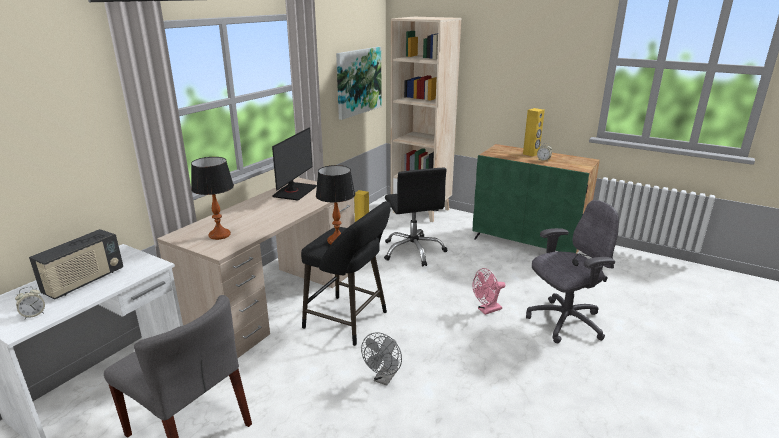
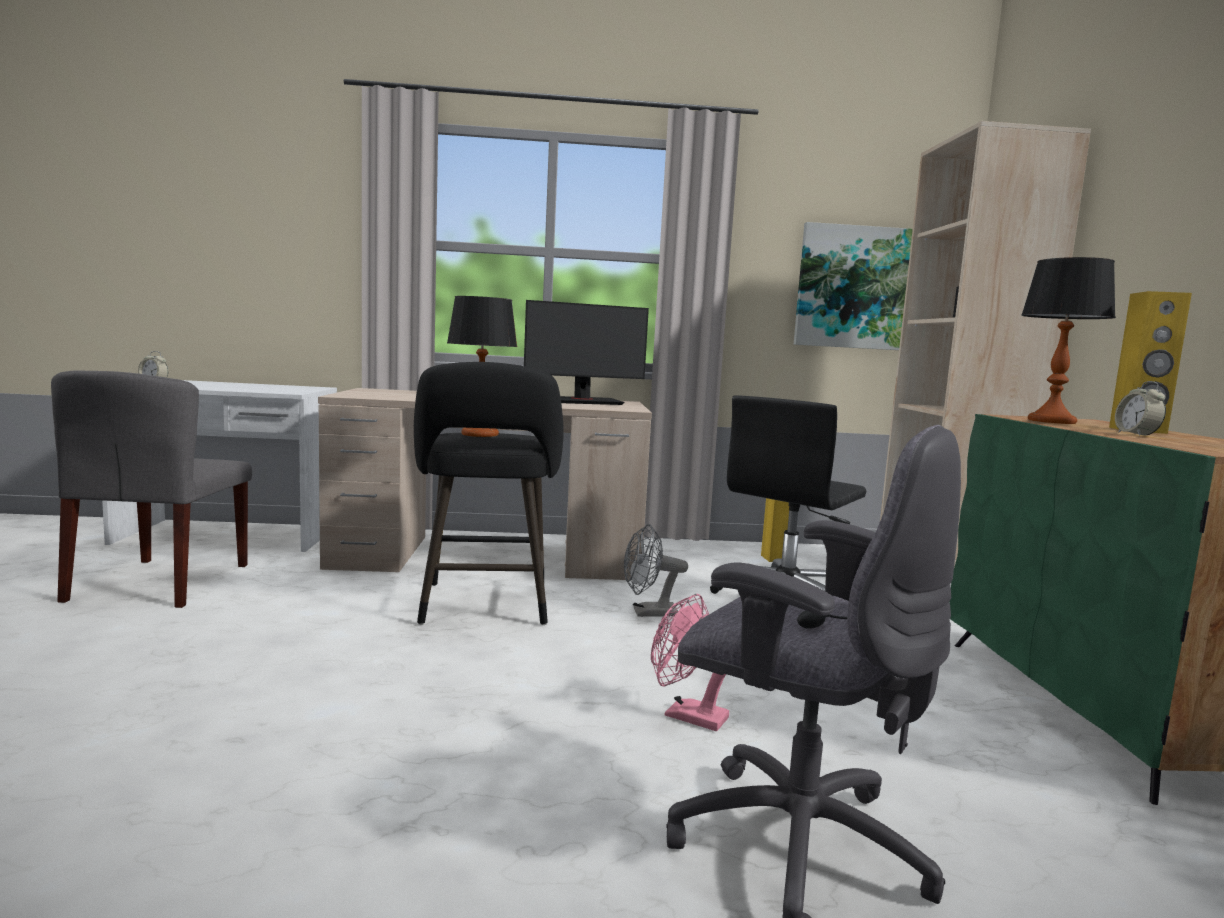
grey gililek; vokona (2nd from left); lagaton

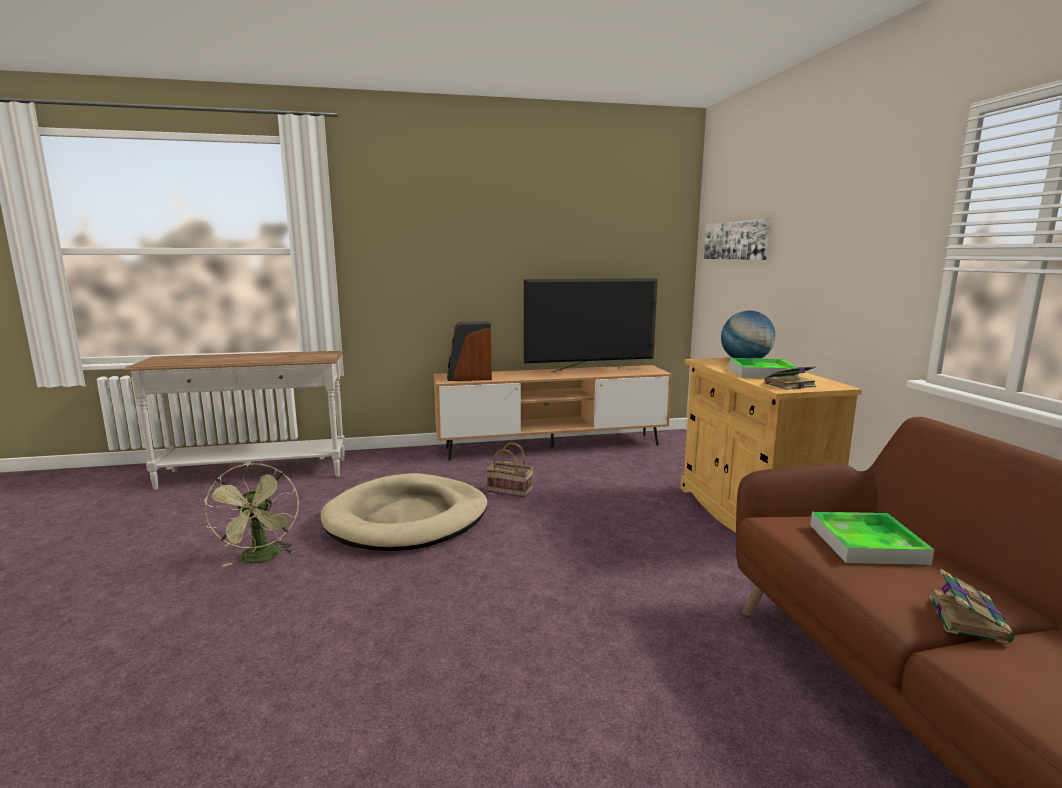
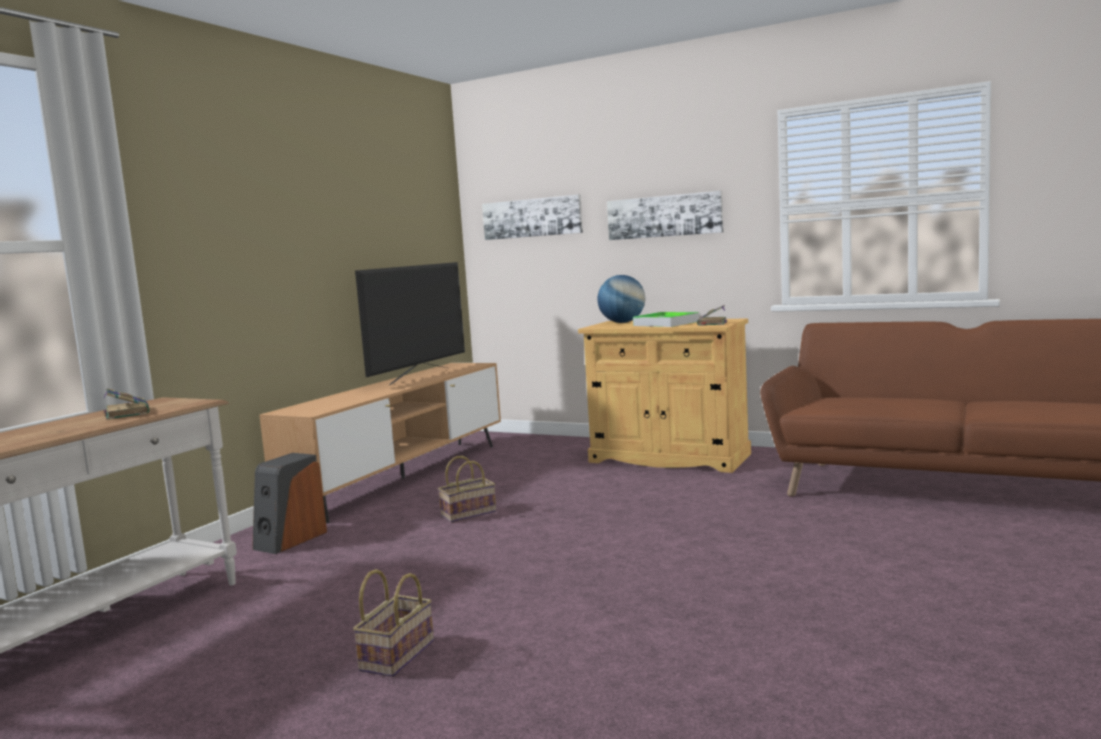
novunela (1st from left); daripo; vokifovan (1st from left); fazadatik (2nd from left); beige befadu; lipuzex (2nd from left in the first image)

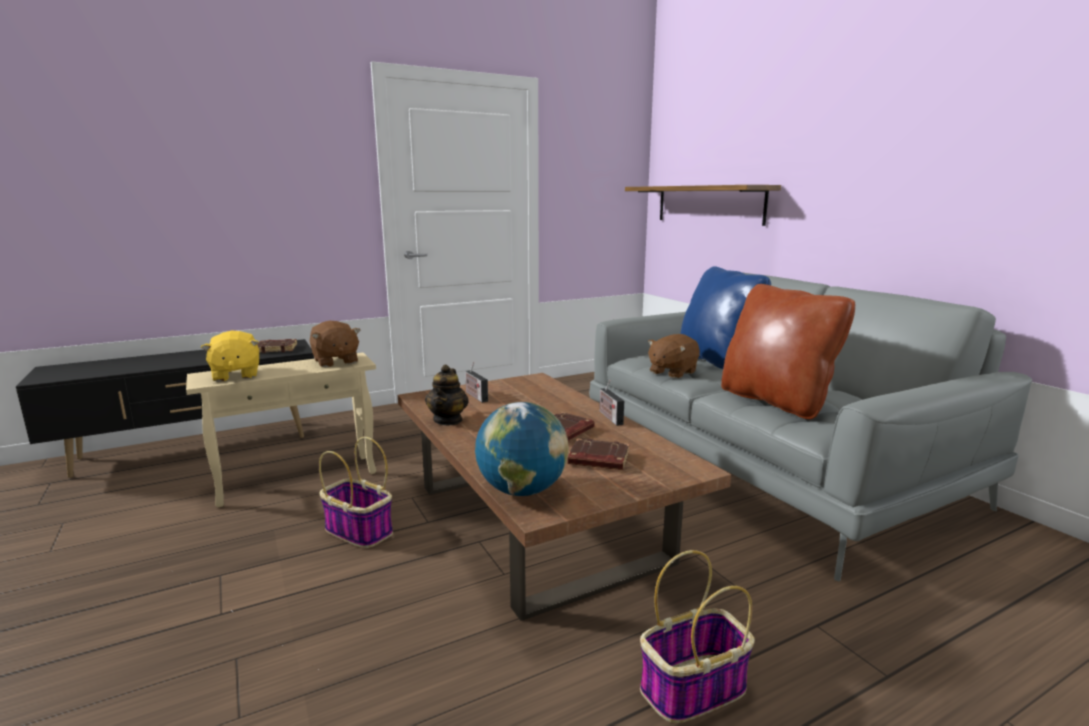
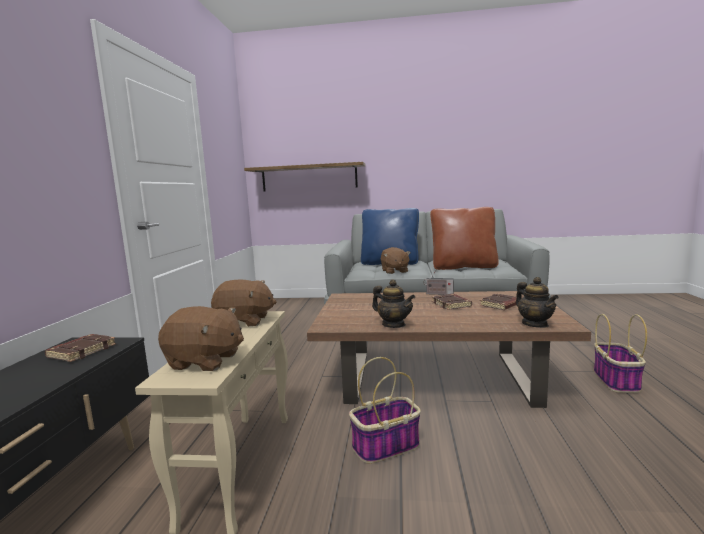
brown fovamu (1st from left); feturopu (2nd from left); lagaton (1st from left in the first image)

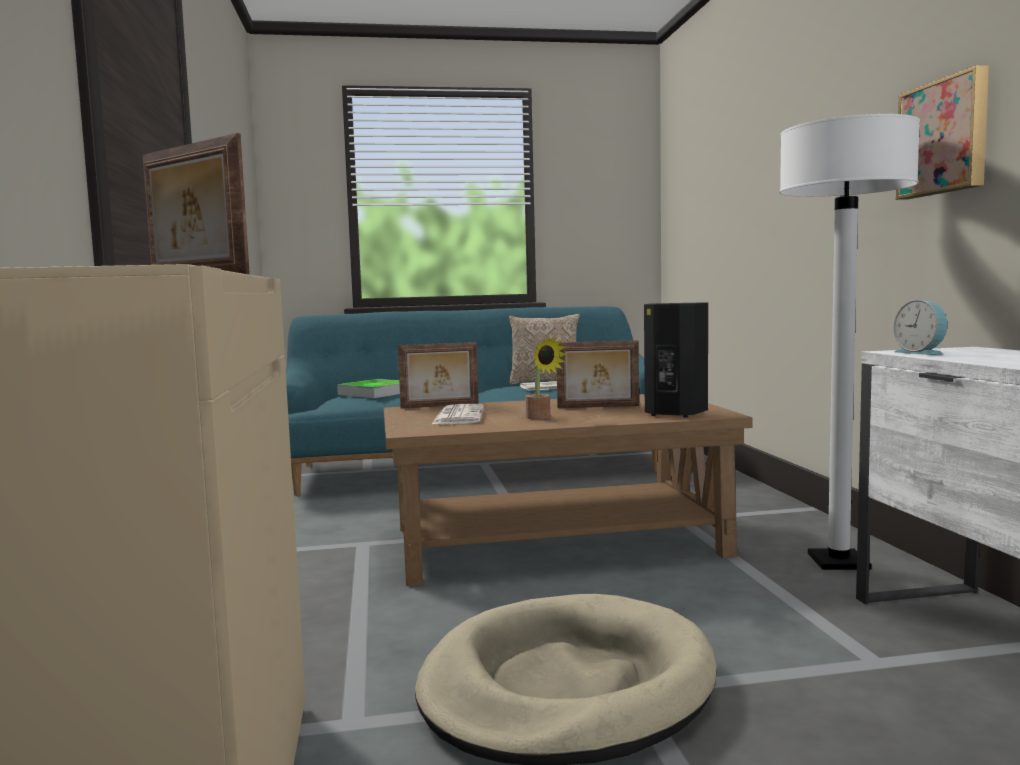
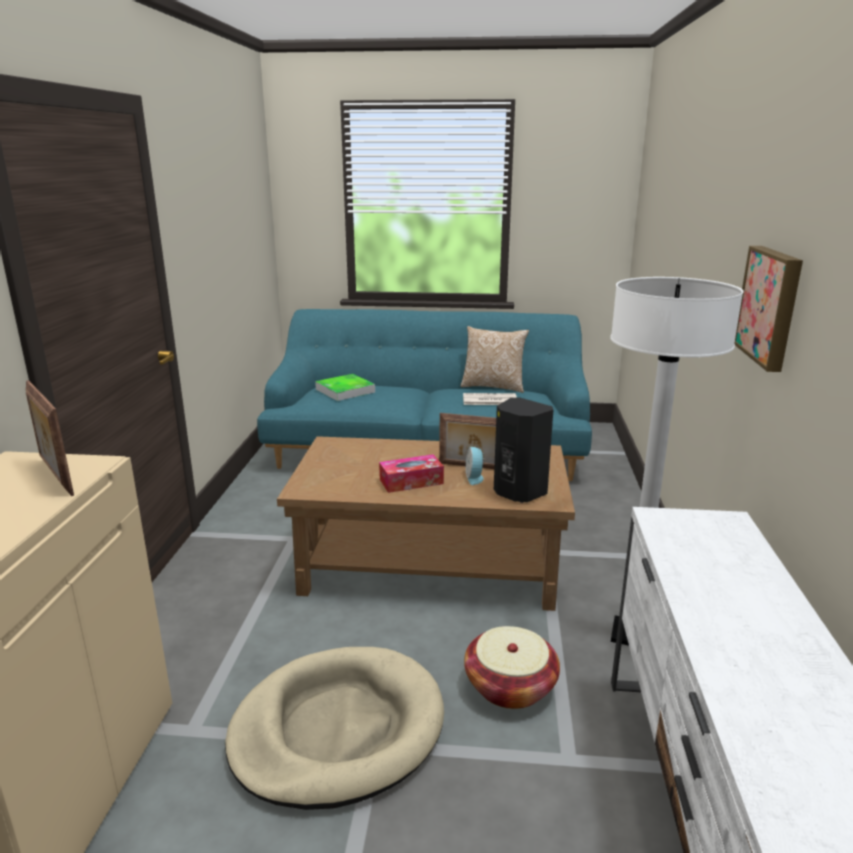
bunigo; vokifovan; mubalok; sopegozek (2nd from left in the first image); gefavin (1st from left in the first image)

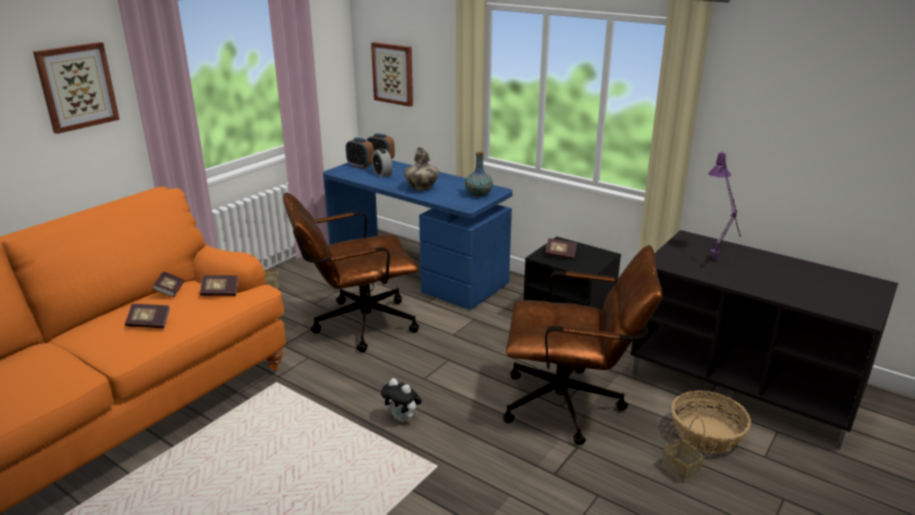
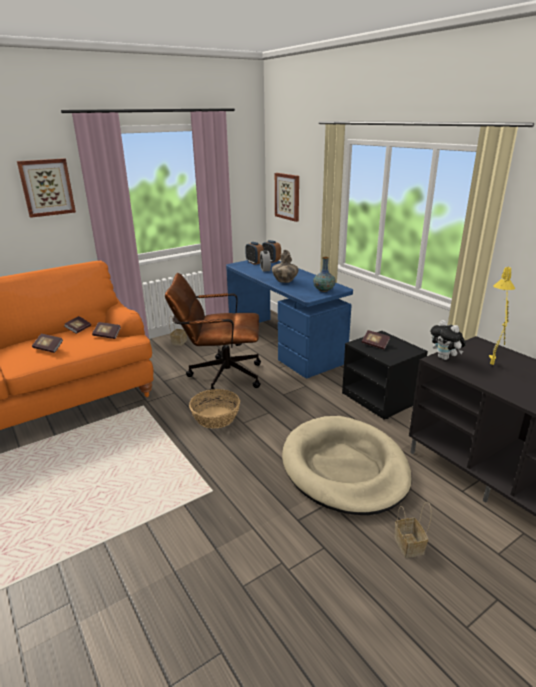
vokifovan (2nd from left); beige befadu; fovamu; yellow vokona

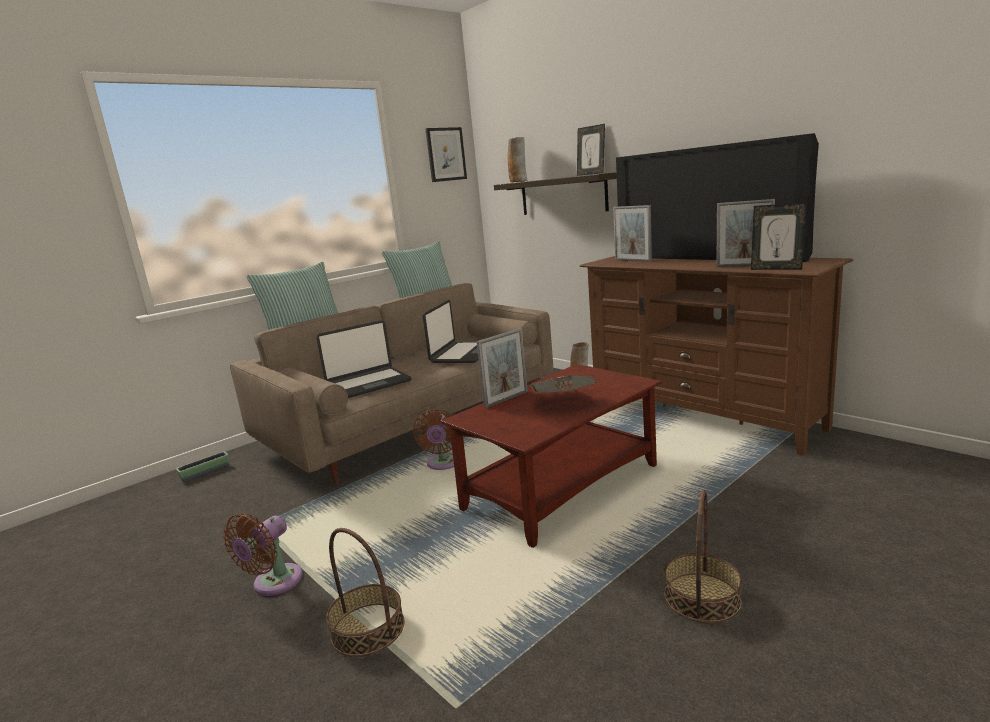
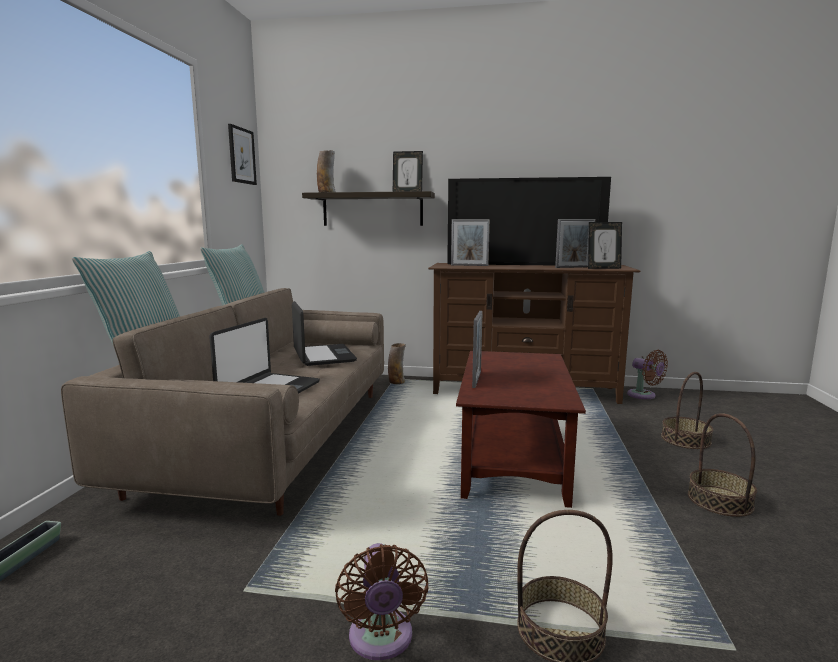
brown gililek (2nd from left); vokifovan (2nd from left); gefavin

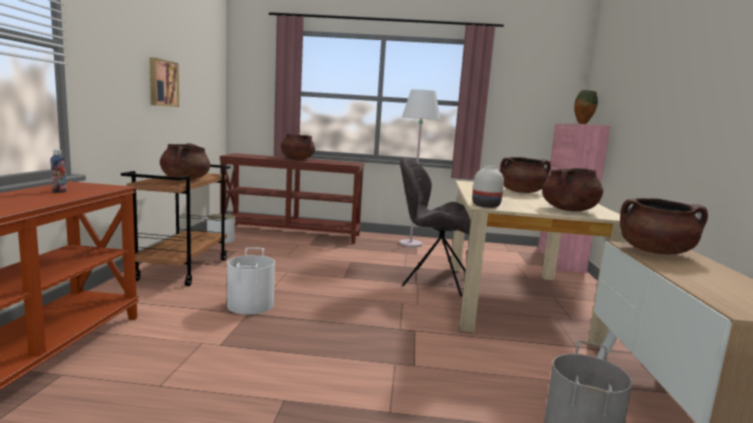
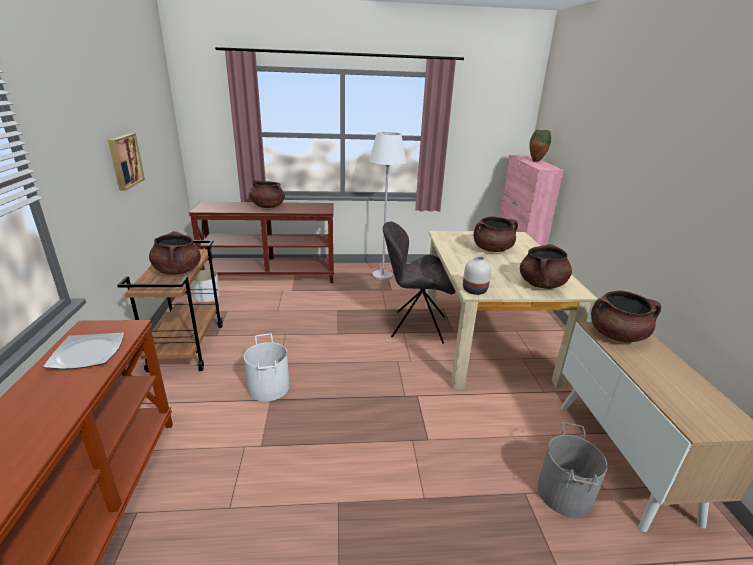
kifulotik

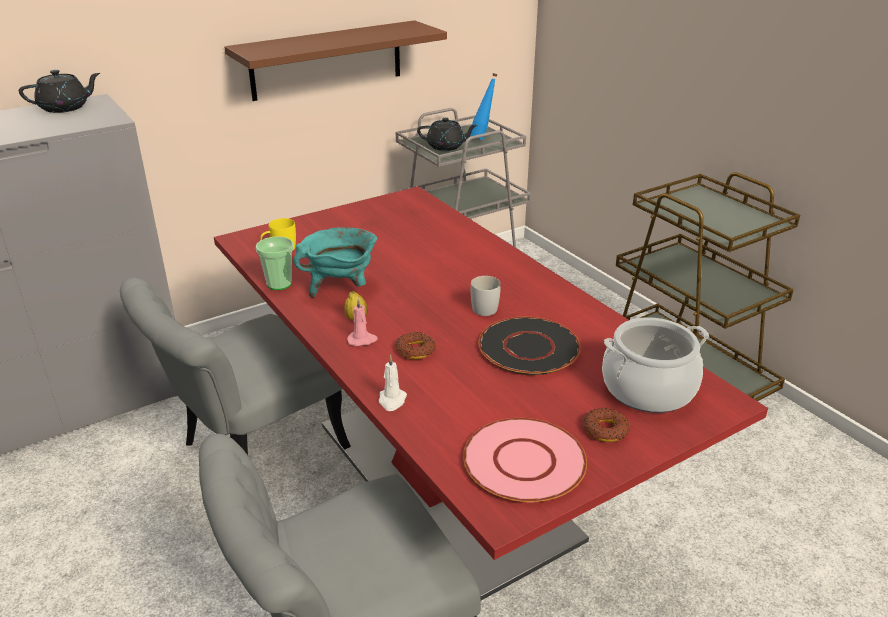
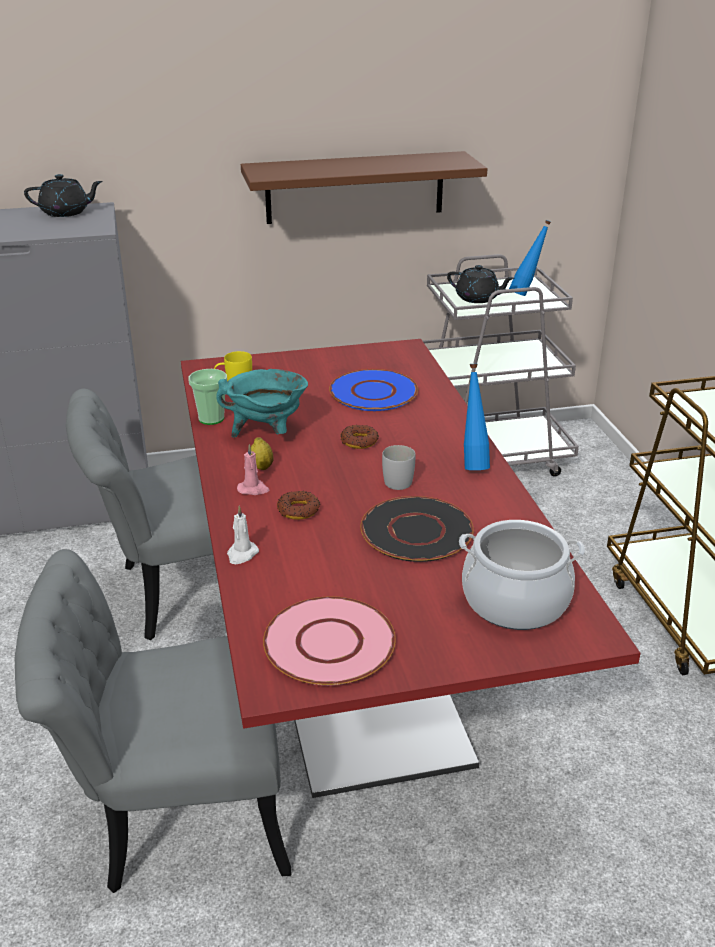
blue kifulotik; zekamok (2nd from left); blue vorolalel (1st from left)

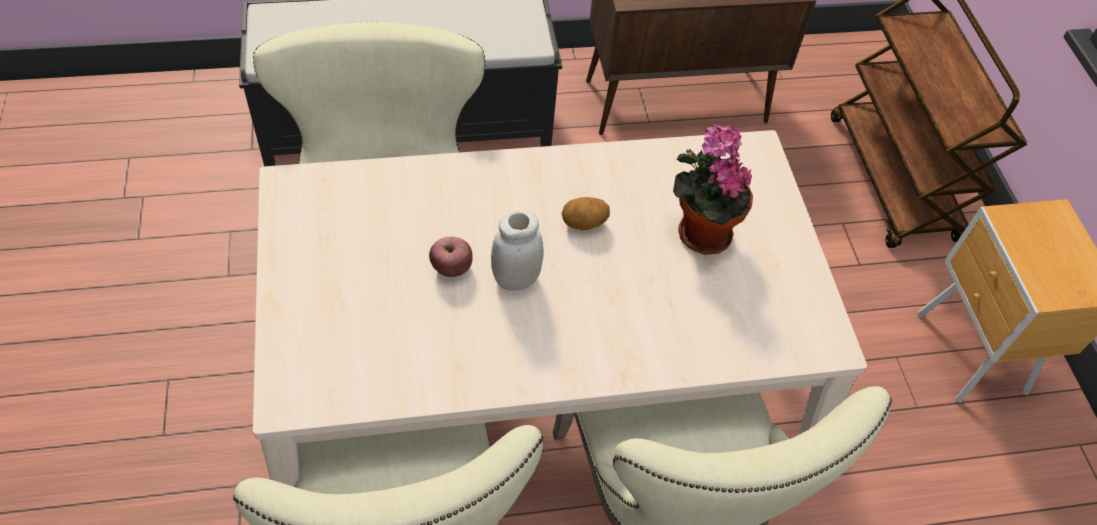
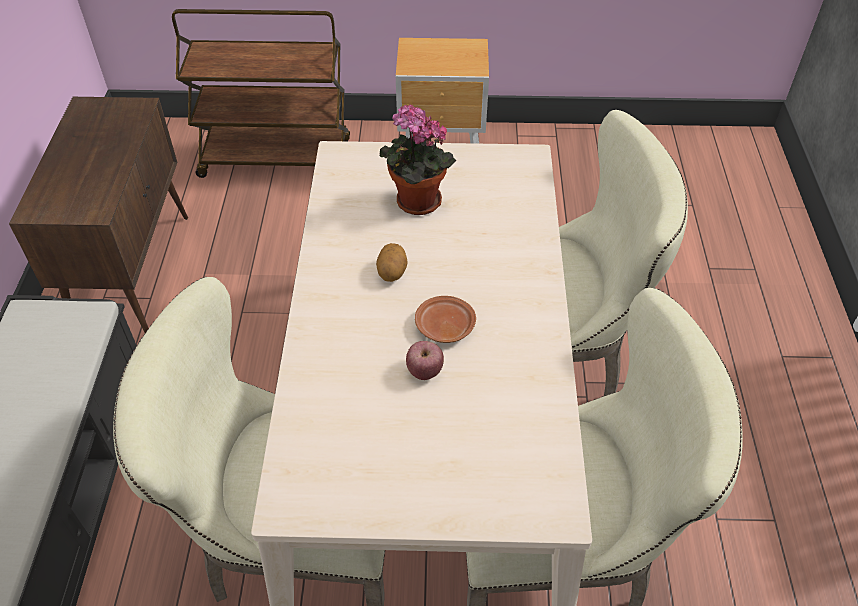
brown kifulotik

